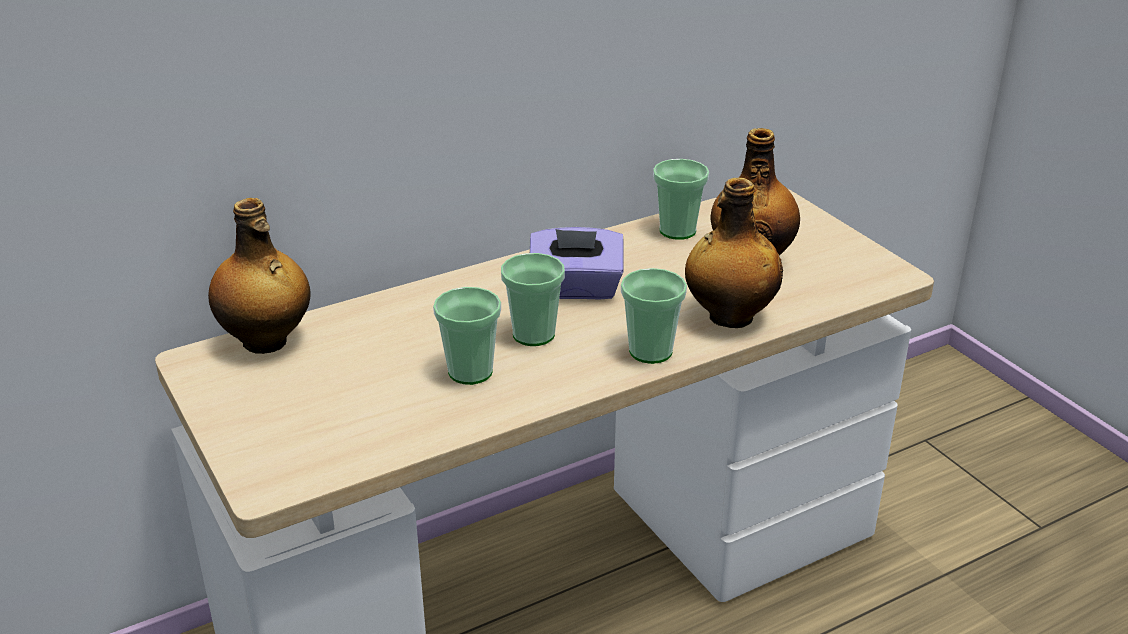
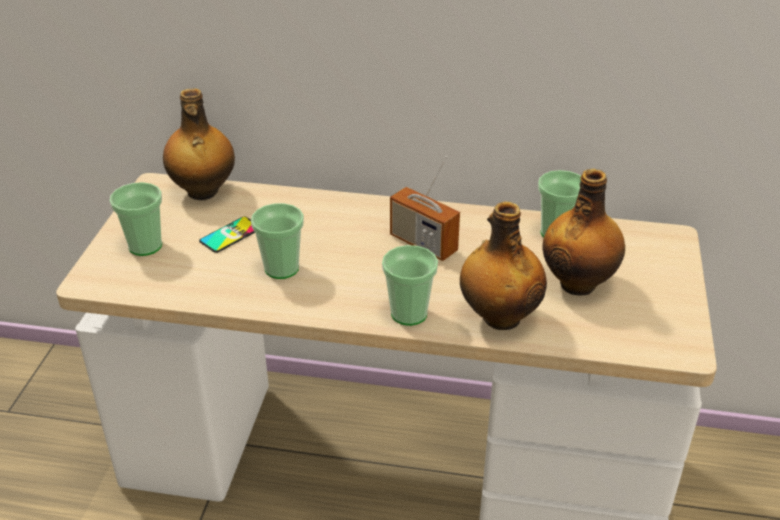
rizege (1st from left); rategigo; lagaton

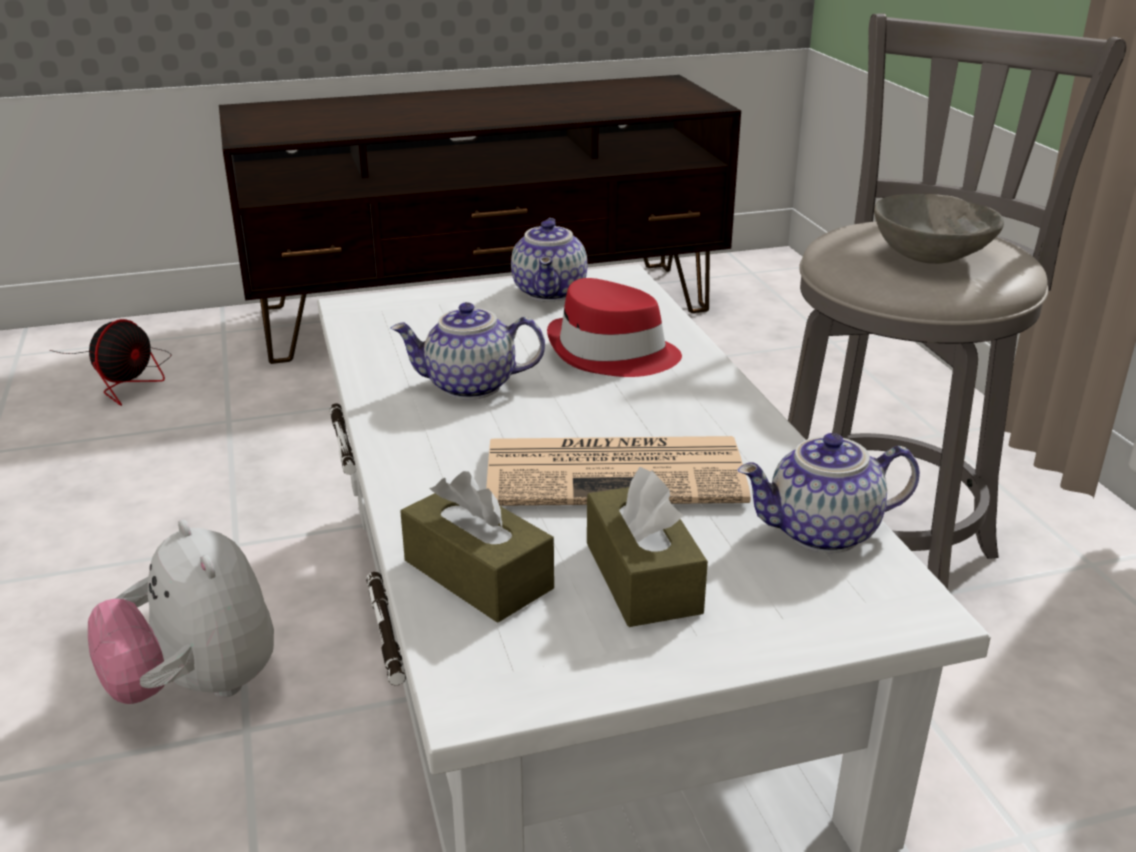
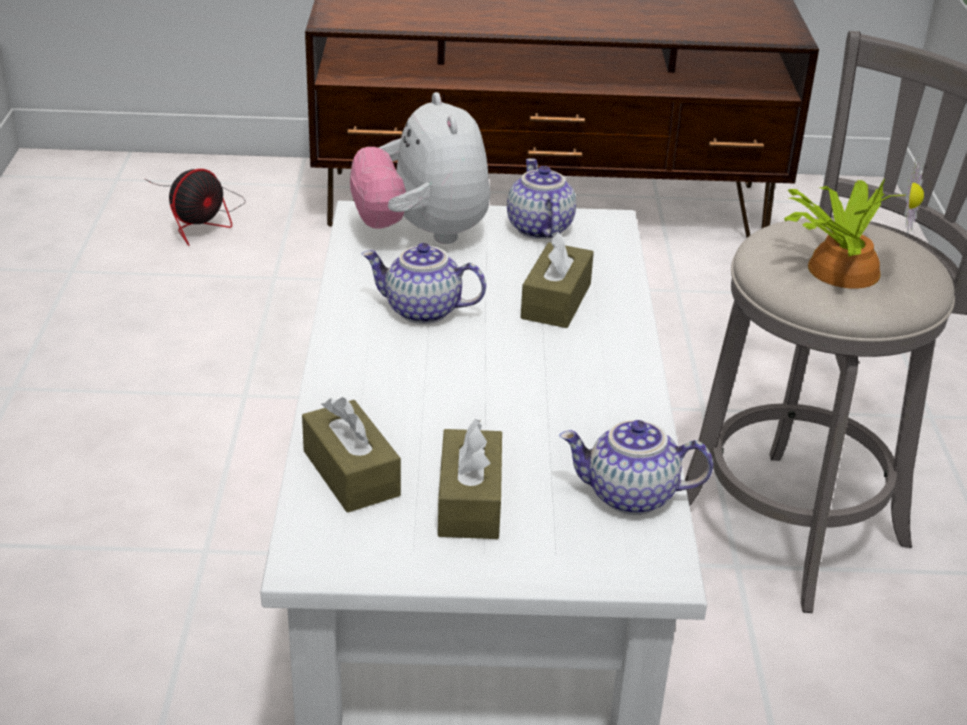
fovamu; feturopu (2nd from left); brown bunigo (3rd from left); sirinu; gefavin

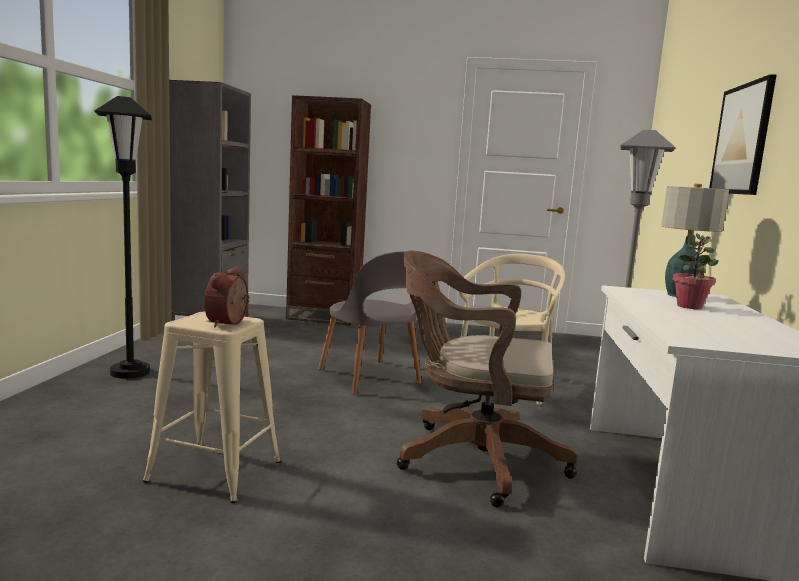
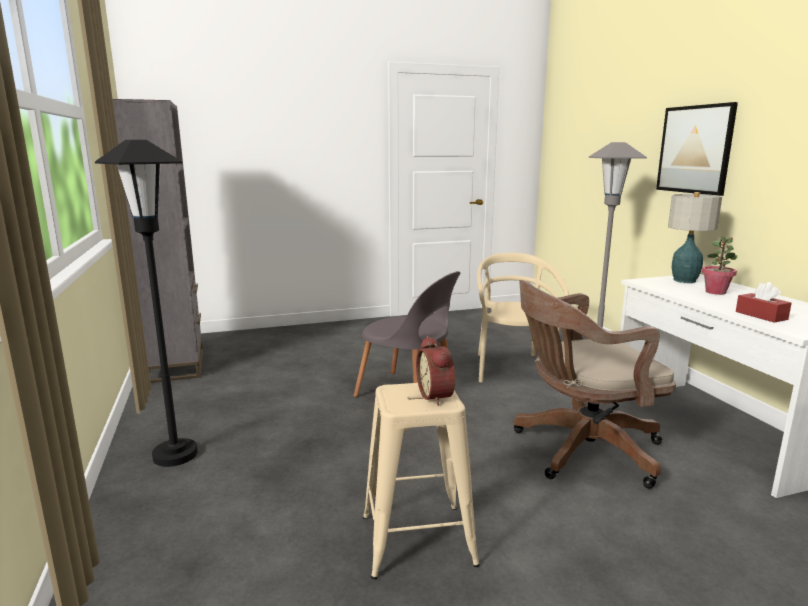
red bunigo; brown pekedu

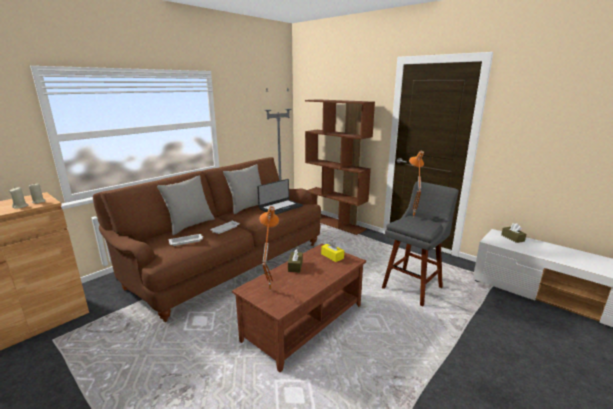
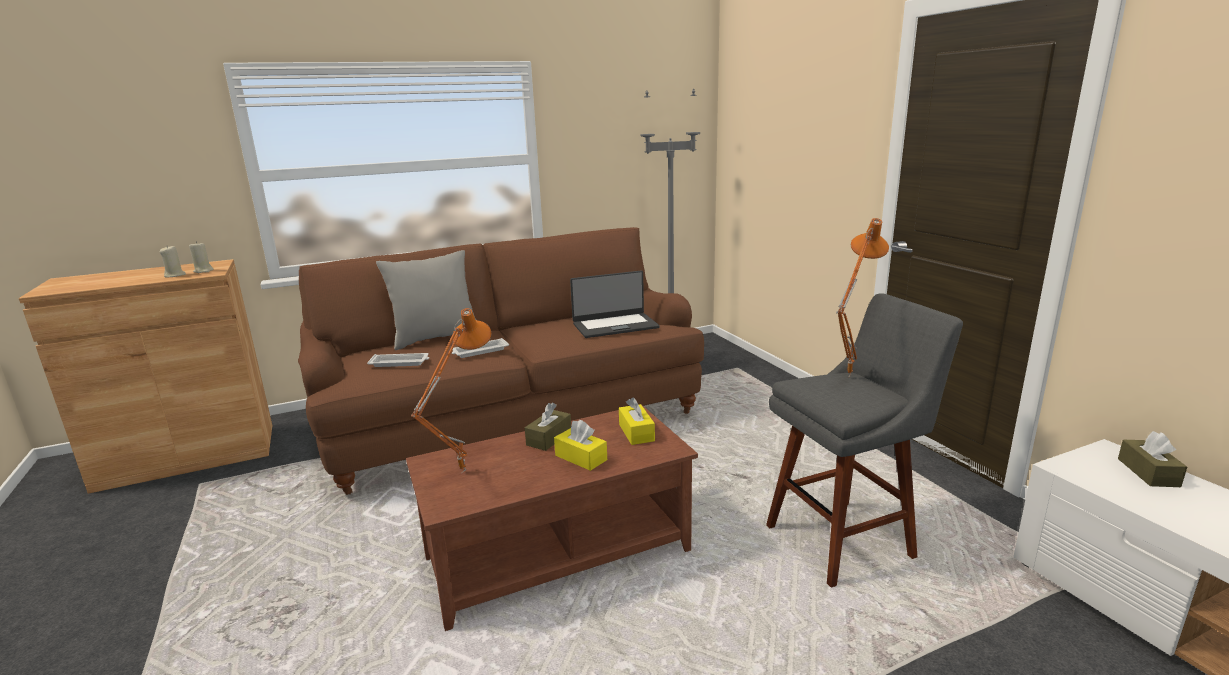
yellow bunigo (1st from left); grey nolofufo (2nd from left in the first image); brown pekedu

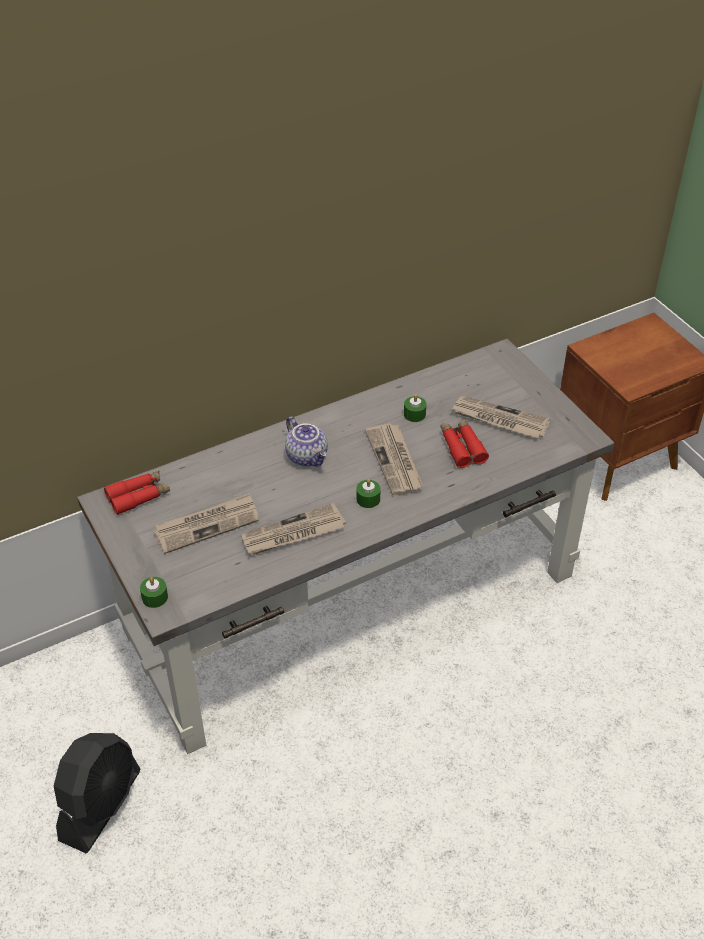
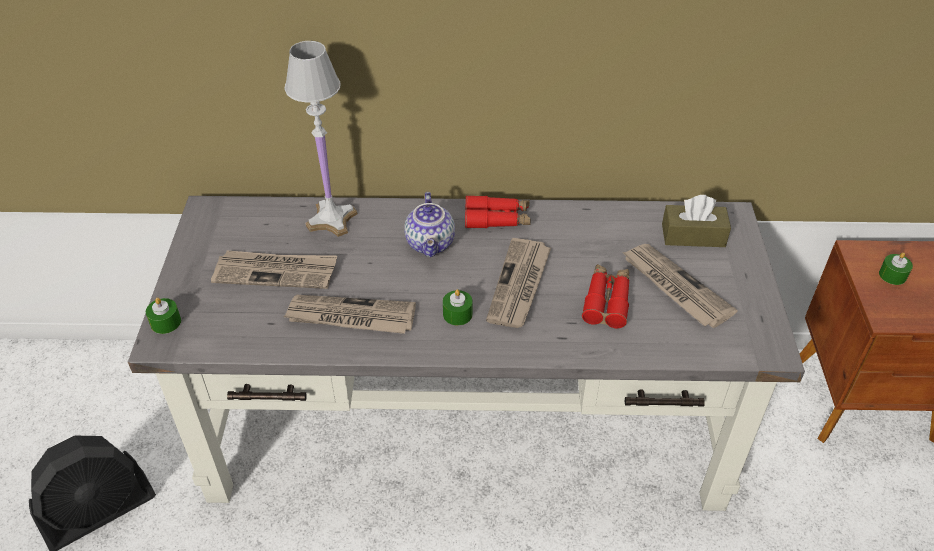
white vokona; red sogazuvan (1st from left); brown bunigo; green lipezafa (3rd from left)

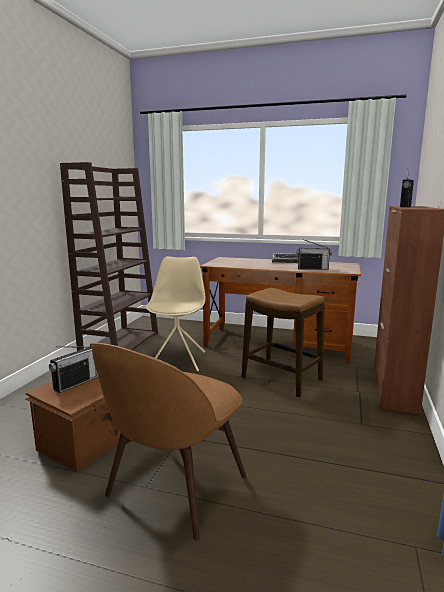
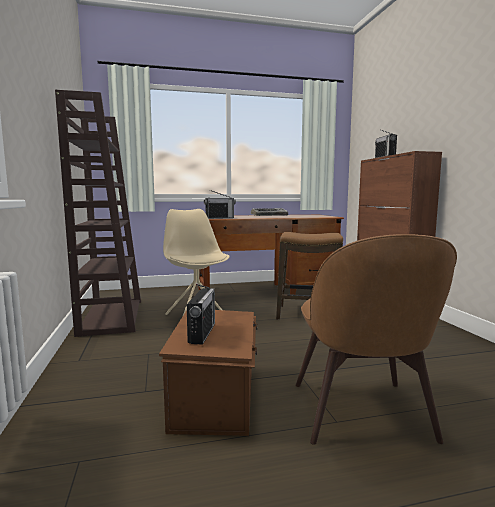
lagaton (2nd from left)

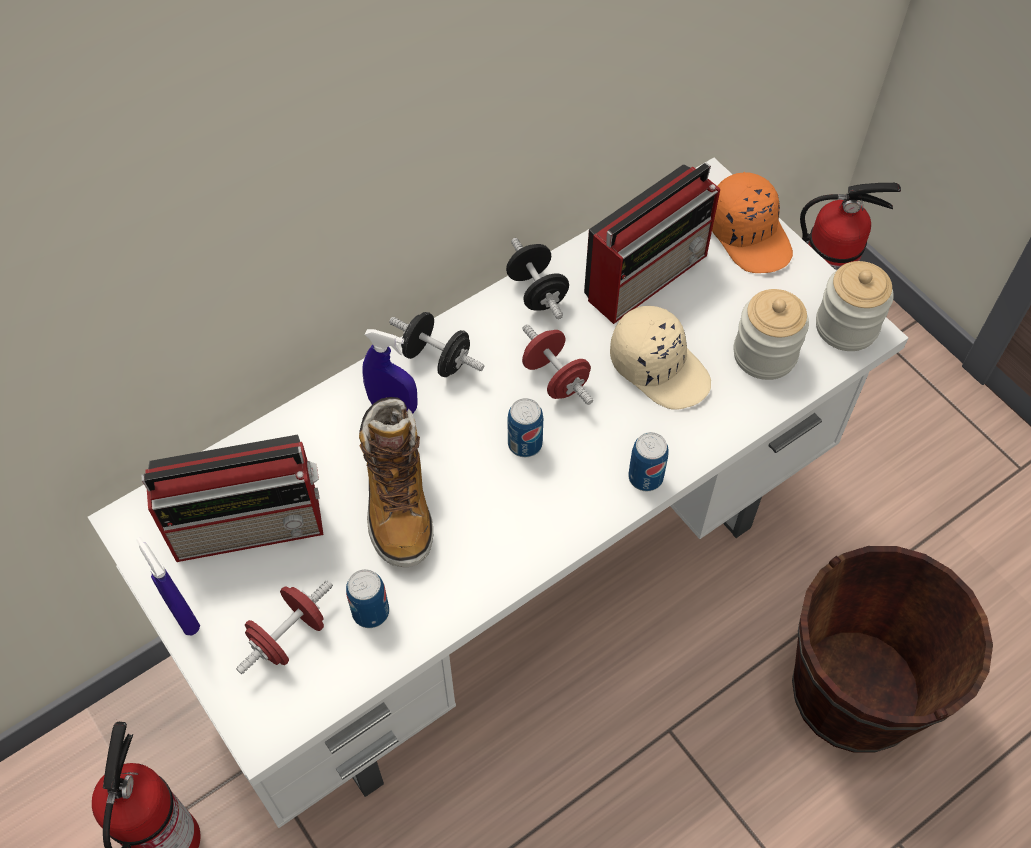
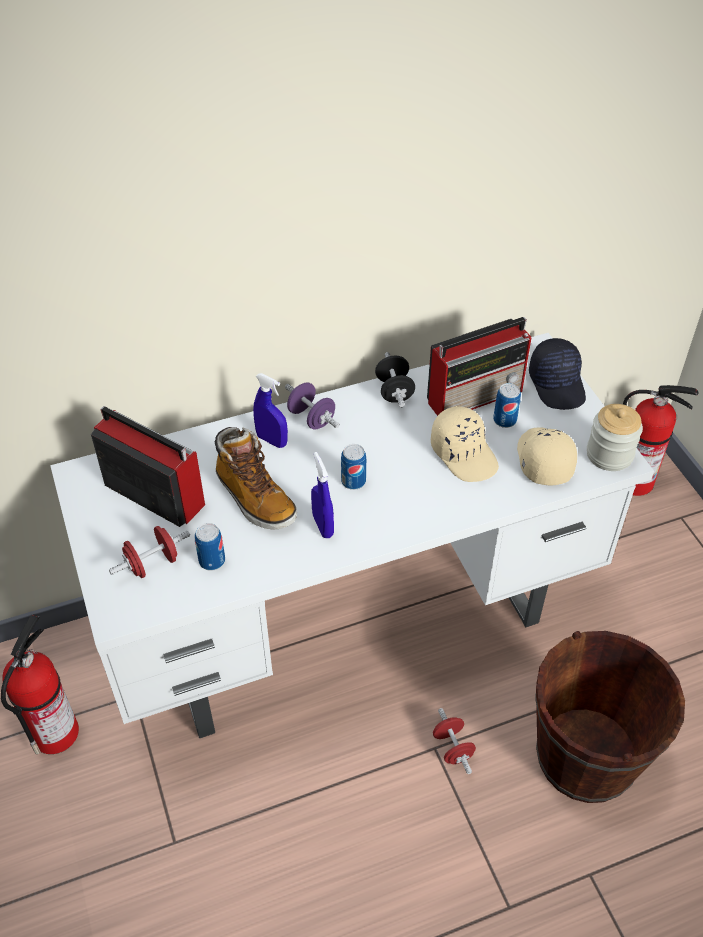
lagaton (1st from left); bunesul; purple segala; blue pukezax (2nd from left); red segala (2nd from left); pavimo (3rd from left); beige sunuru (2nd from left); black sunuru

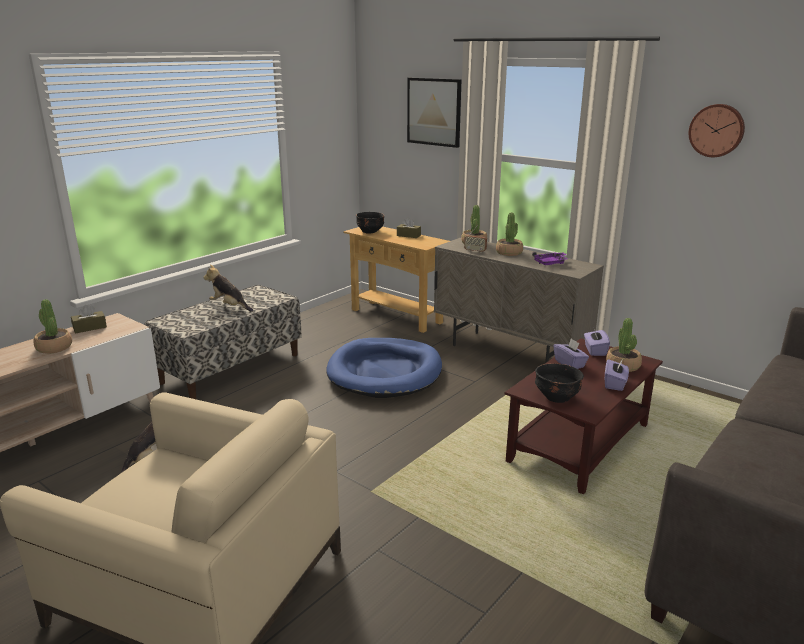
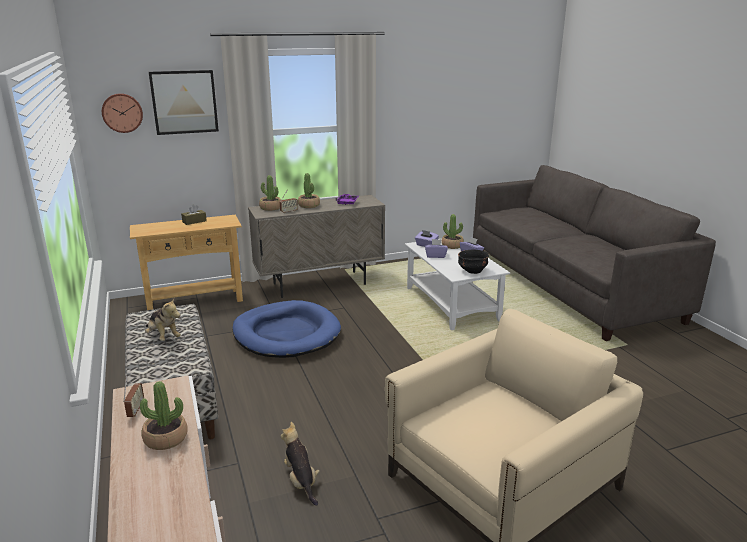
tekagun; lagaton (1st from left); fovamu (1st from left); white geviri; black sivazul (1st from left in the first image)

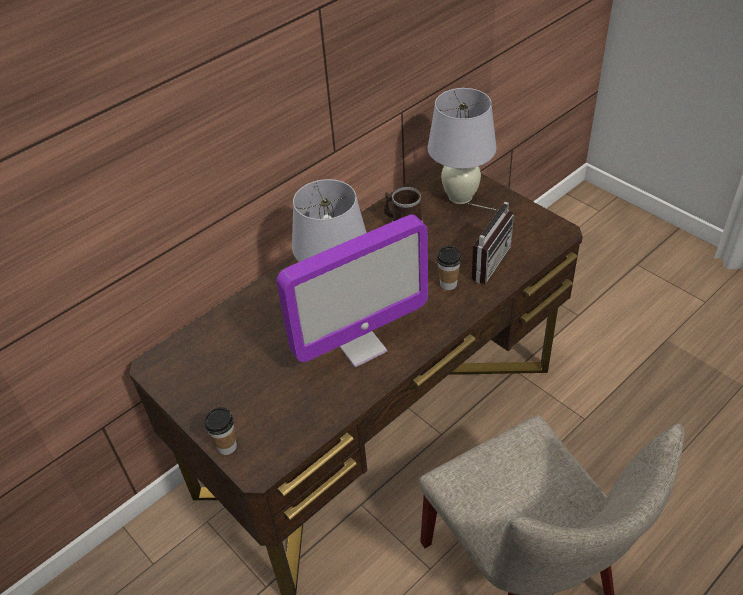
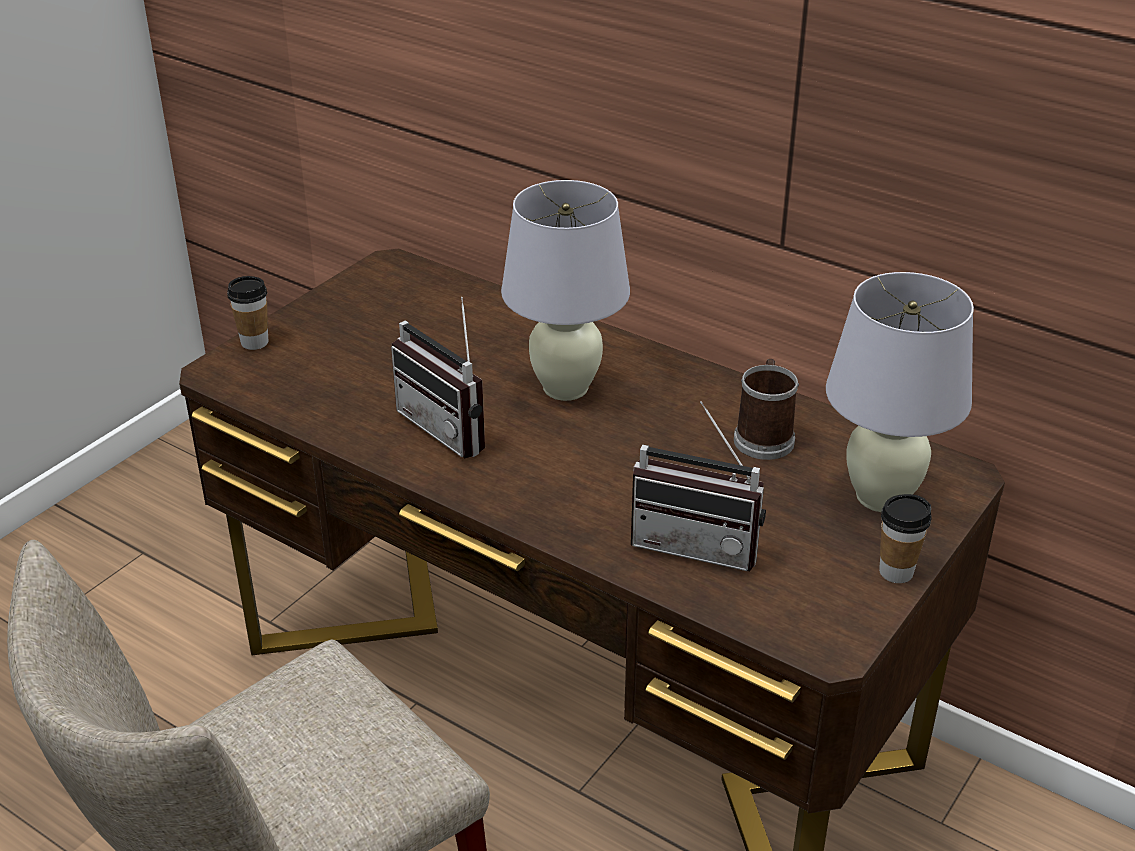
lagaton (1st from left); rizege (2nd from left)

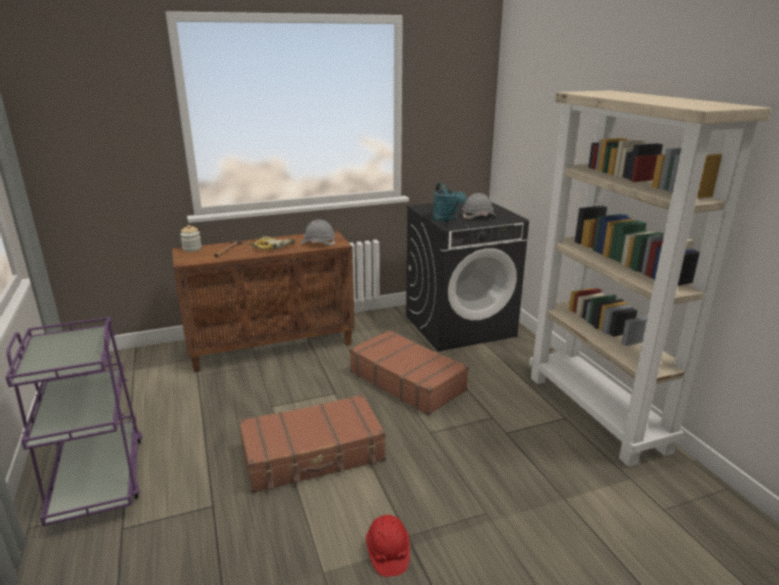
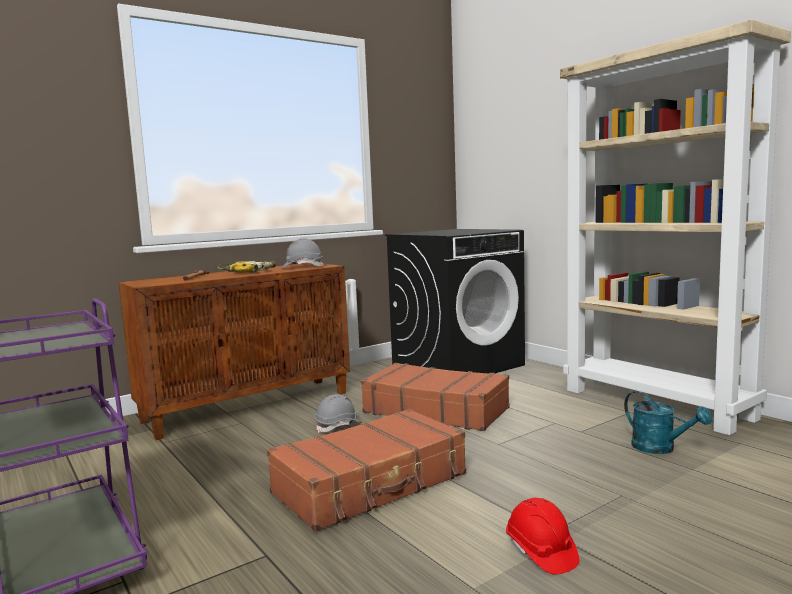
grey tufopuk (2nd from left); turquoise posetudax; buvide

